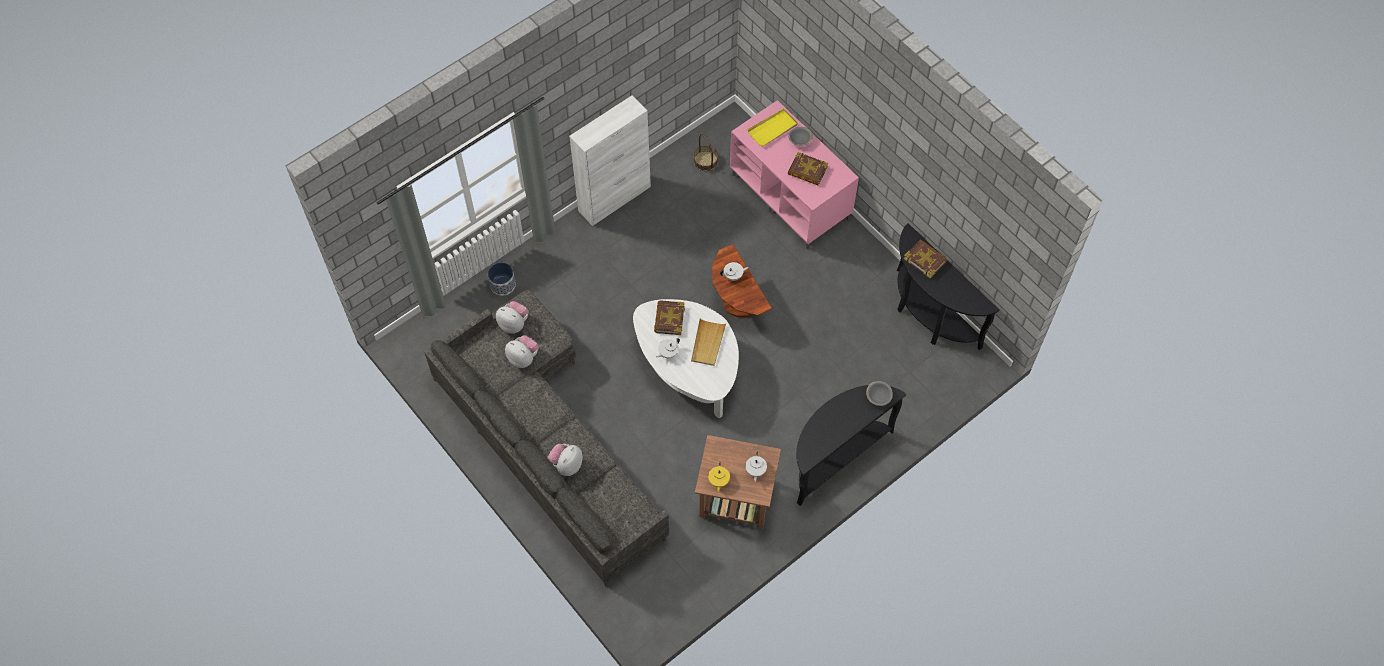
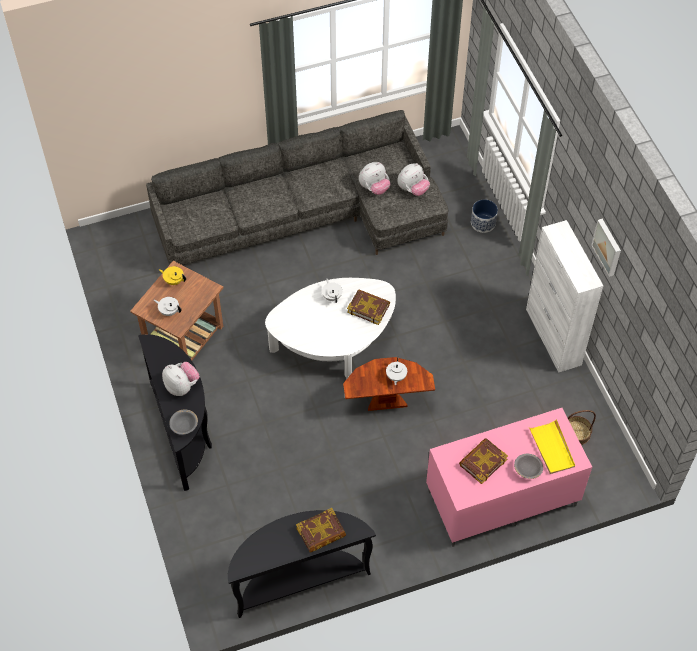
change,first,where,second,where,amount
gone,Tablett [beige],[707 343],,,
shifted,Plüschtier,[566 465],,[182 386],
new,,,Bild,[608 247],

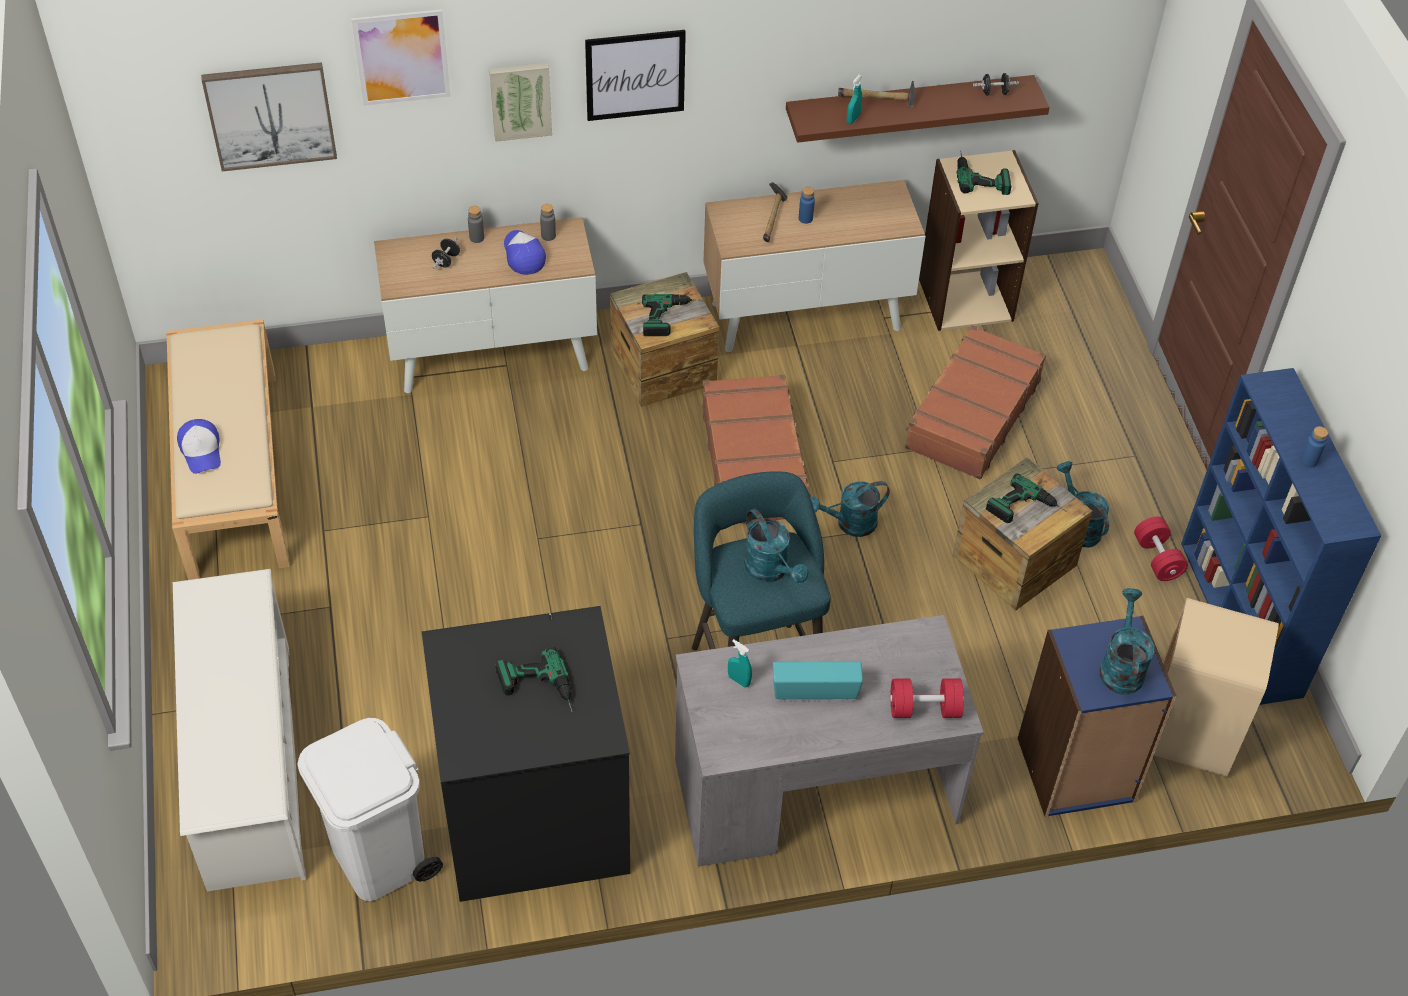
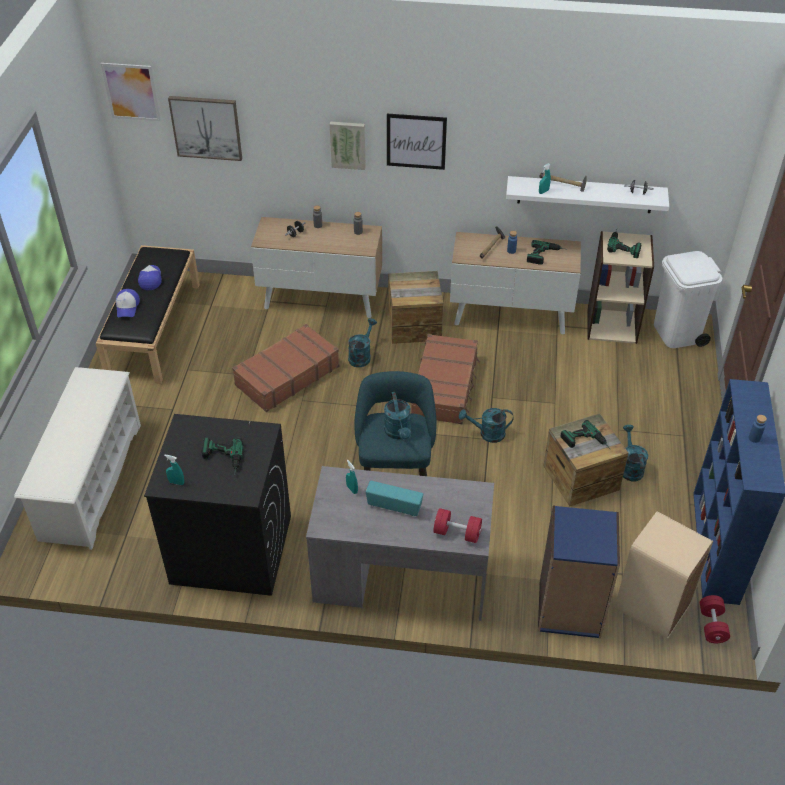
change,first,where,second,where,amount
shifted,Bild,[402 57],,[131 92],
repainted,Wandregal [braun],[908 108],Wandregal [weiß],[585 194],
shifted,Kappe,[523 255],,[150 279],
shifted,Bohrmaschine,[672 317],,[547 255],
repainted,Bank [beige],[232 471],Bank [schwarz],[154 329],
shifted,Koffer [braun],[971 414],,[286 375],
shifted,Hantel [rot],[1157 558],,[712 625],
shifted,Gießkanne [türkis],[1121 665],,[361 356],
shifted,Mülleimer [weiß],[380 858],,[677 333],
new,,,Sprühflasche [türkis],[176 482],

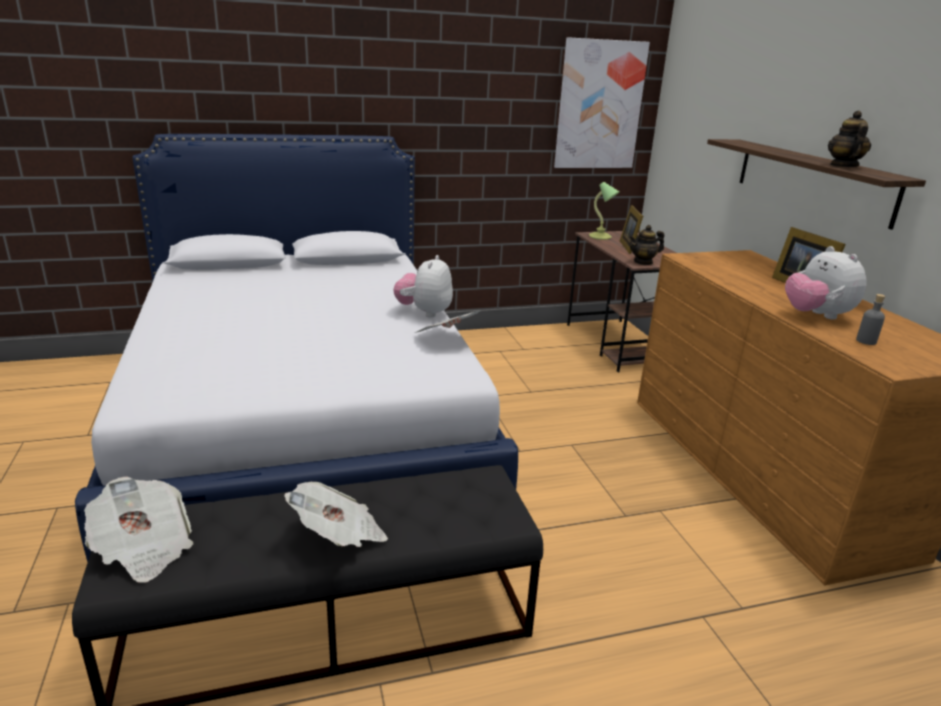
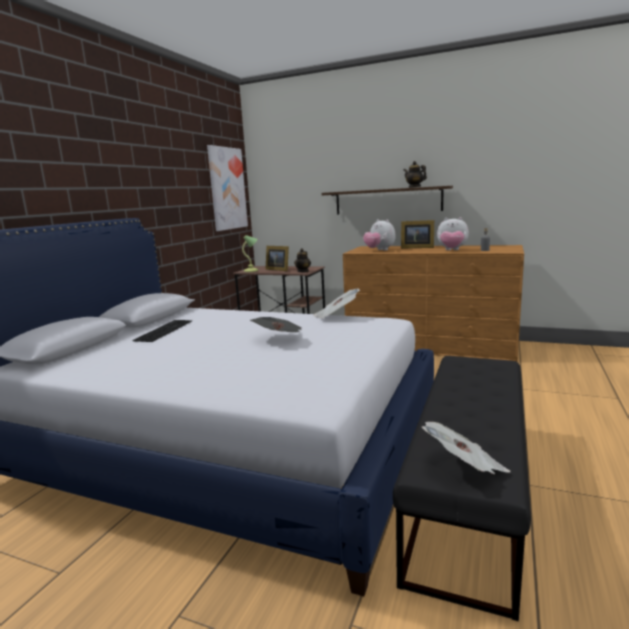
change,first,where,second,where,amount
shifted,Plüschtier,[424 312],,[379 250],
shifted,Zeitung,[339 536],,[279 339],
new,,,Tastatur,[163 330],

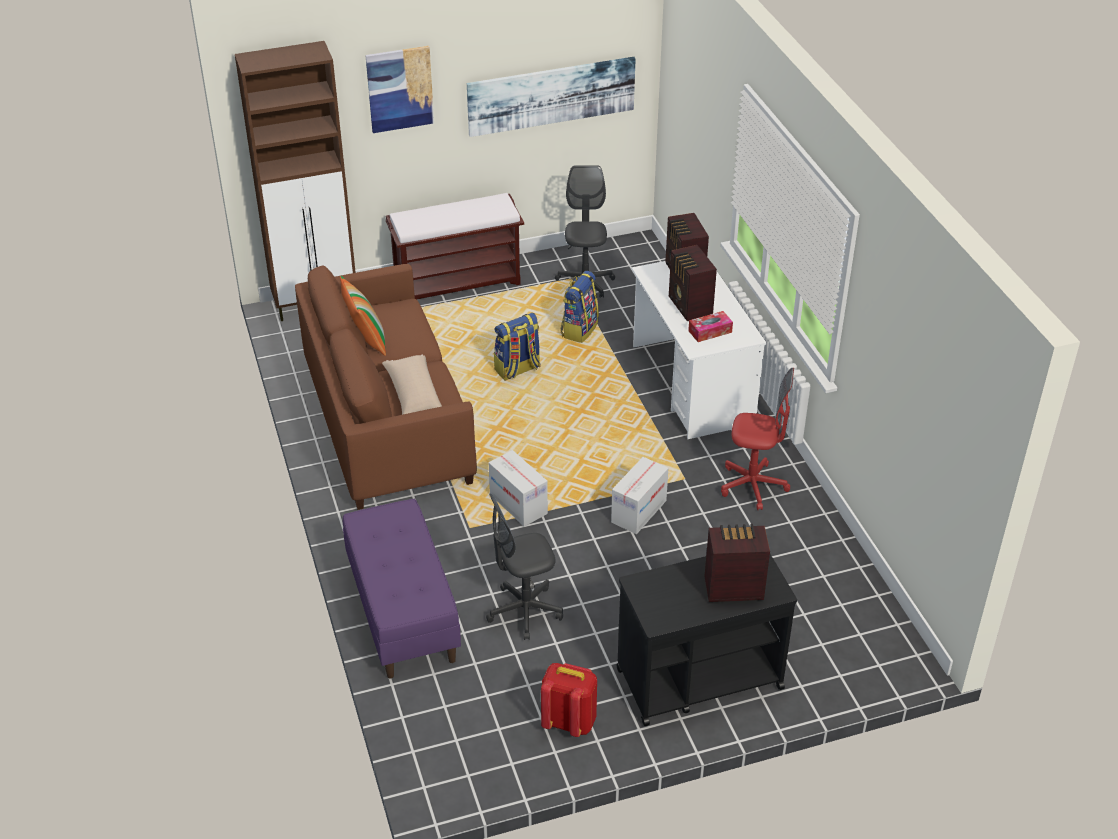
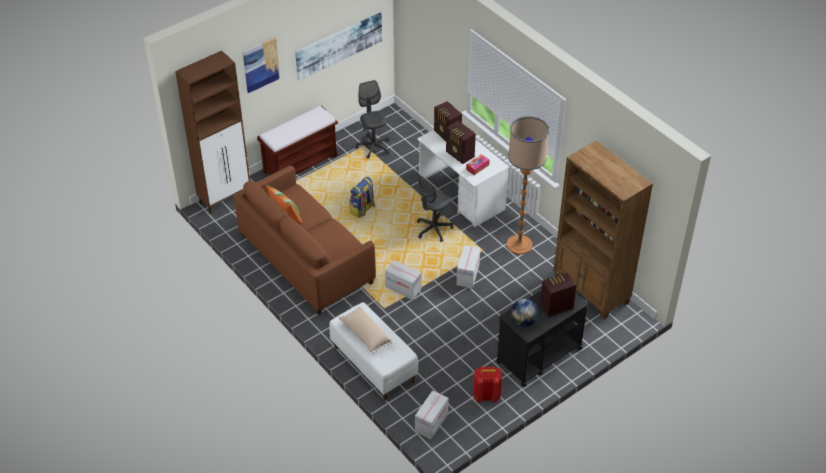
change,first,where,second,where,amount
gone,Rucksack,[579 329],,,
shifted,Kissen [beige],[413 396],,[365 334],
swapped,Bürostuhl [rot],[753 486],Stehlampe,[519 245],
shifted,Bürostuhl [grau],[524 611],,[433 229],
repainted,Bank [lila],[402 612],Bank [weiß],[373 364],
new,,,Bücherregal [braun],[591 290],
new,,,Globus,[523 321],
new,,,Karton,[431 423],

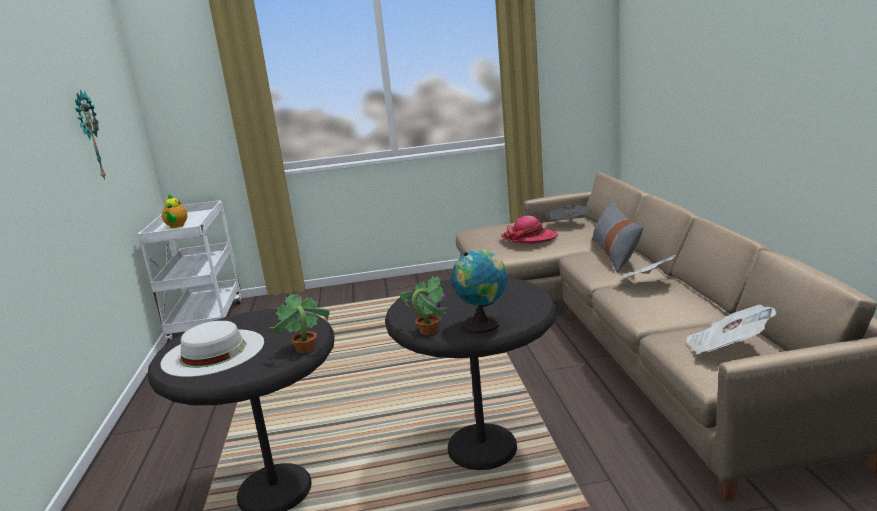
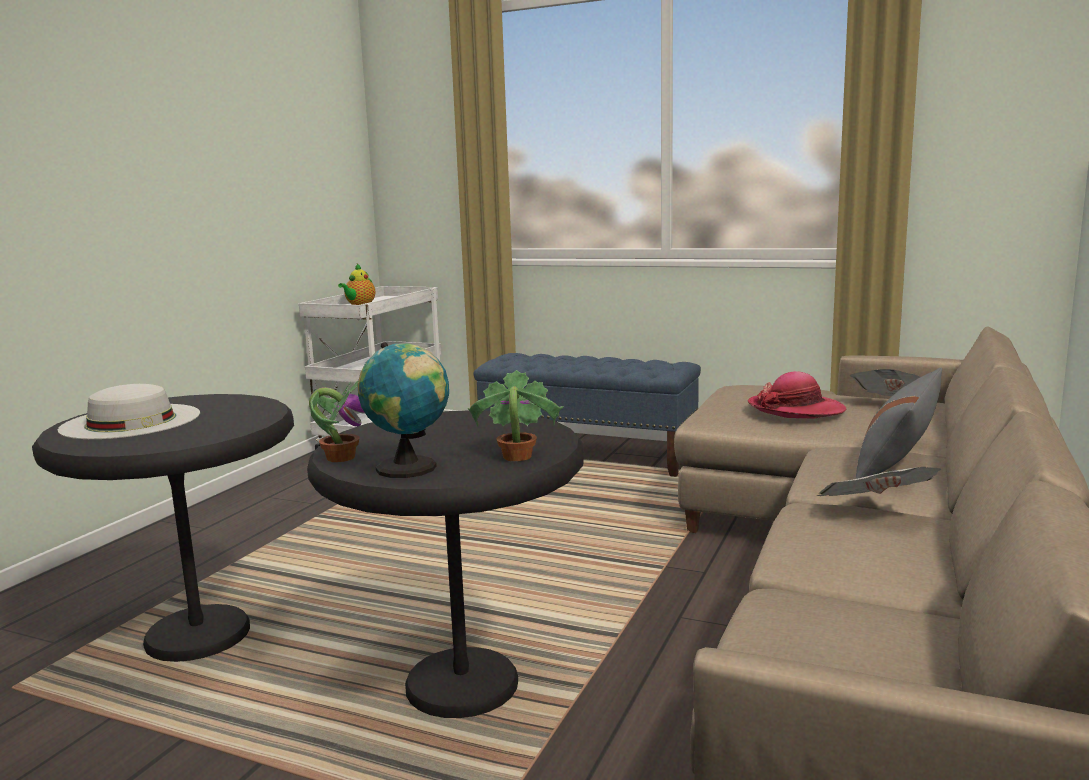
change,first,where,second,where,amount
gone,Wanduhr,[88 136],,,
shifted,Topfpflanze,[305 349],,[516 457],
gone,Zeitung,[726 348],,,
new,,,Bank [blau],[589 456],

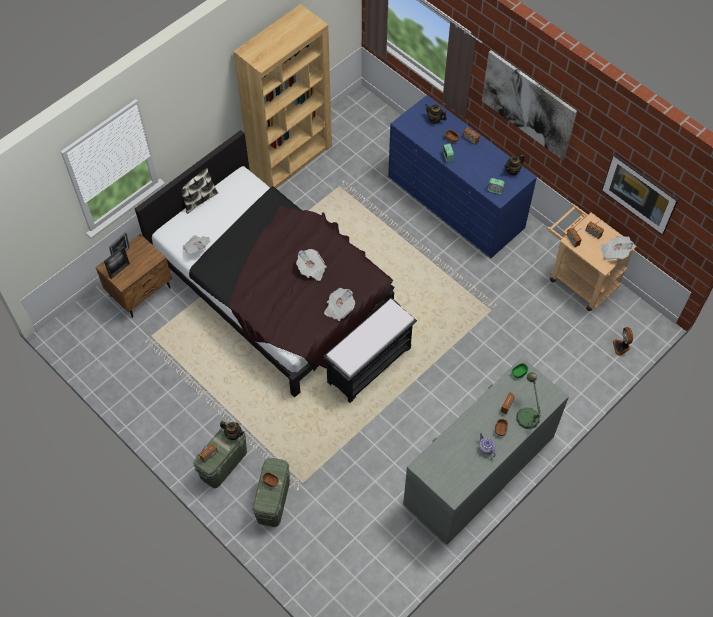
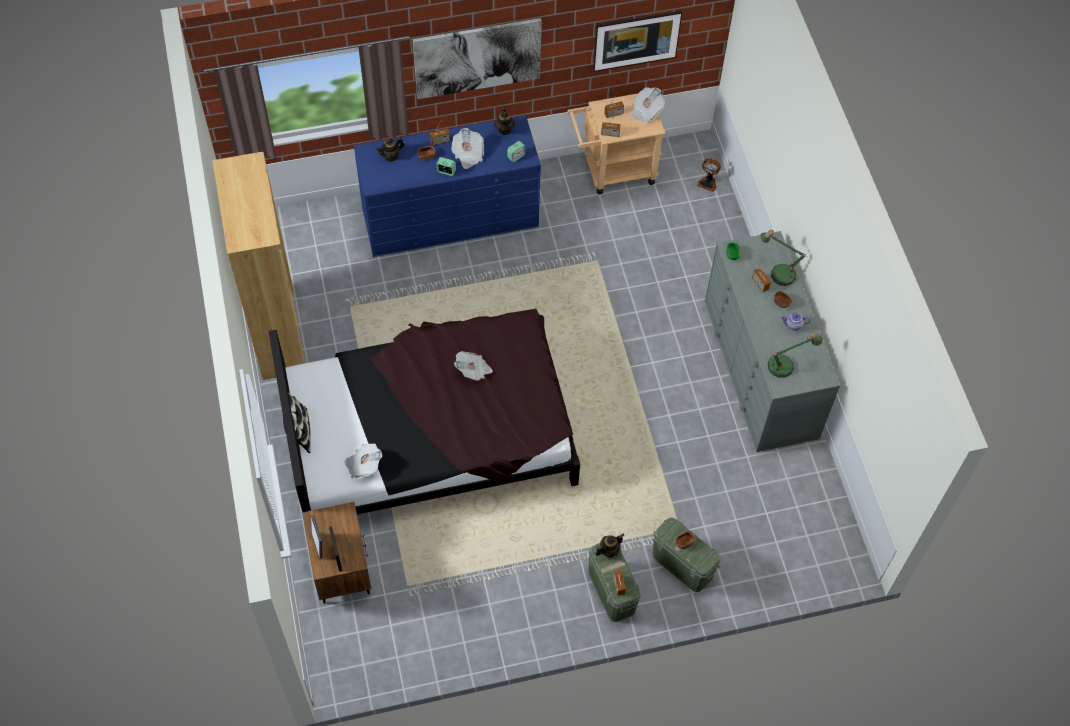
change,first,where,second,where,amount
shifted,Zeitung,[339 308],,[468 154],
gone,Bank [schwarz],[369 364],,,
new,,,Tischlampe,[785 366],

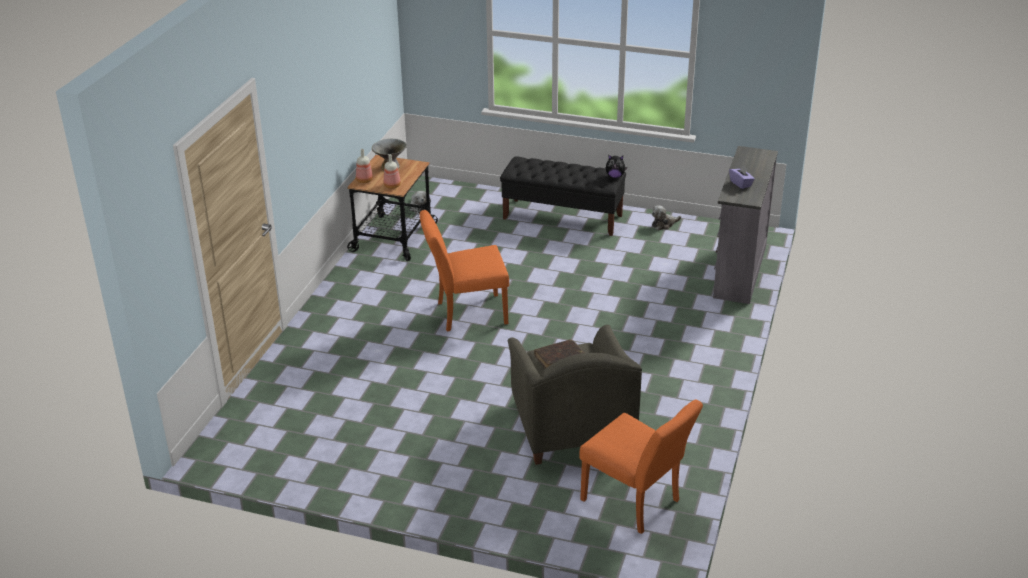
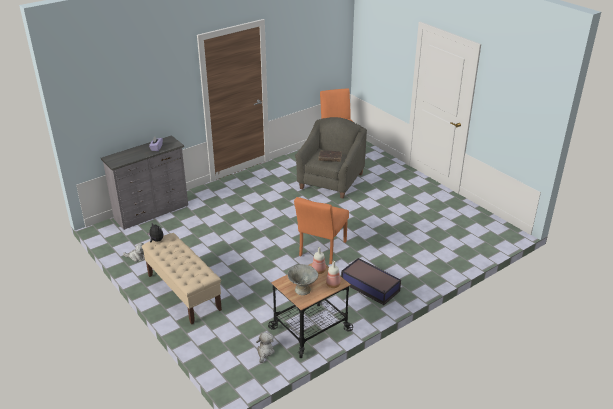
change,first,where,second,where,amount
repainted,Bank [schwarz],[563 217],Bank [beige],[183 292],
rotated,Stuhl [orange],[466 313],,[321 251],90 degrees clockwise
new,,,Aufbewahrungsbox,[370 287],

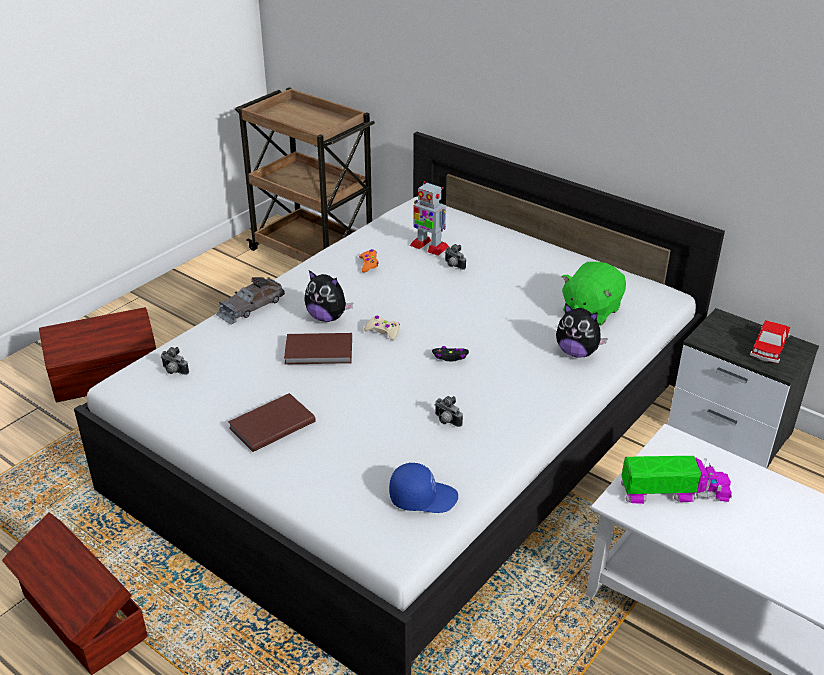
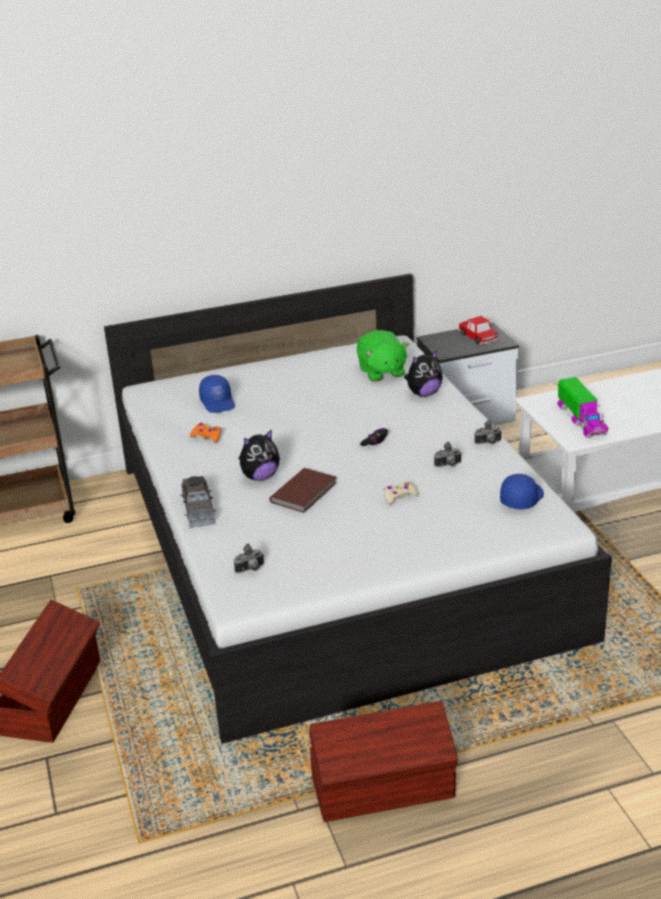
change,first,where,second,where,amount
swapped,Spielzeugroboter,[428 246],Kappe [blau],[218 402],
shifted,Kamera,[453 266],,[488 443],
shifted,Gamepad [beige],[383 331],,[399 496],
gone,Buch [braun],[270 424],,,
rotated,Spielzeuglaster,[674 492],,[581 419],135 degrees clockwise

